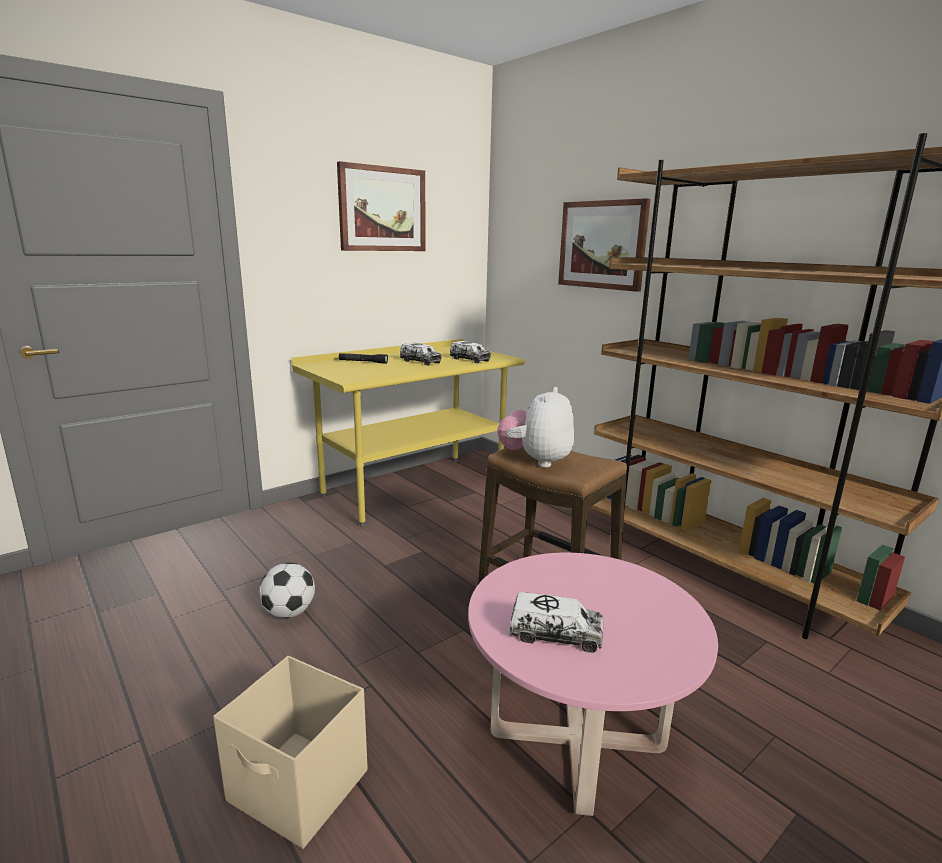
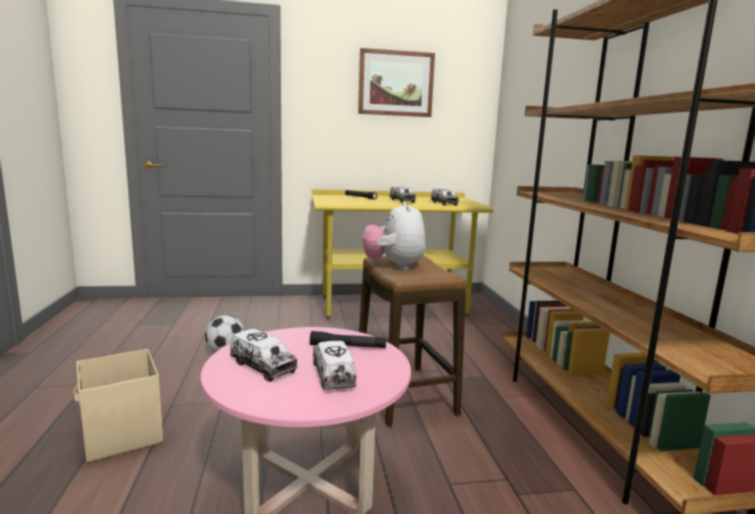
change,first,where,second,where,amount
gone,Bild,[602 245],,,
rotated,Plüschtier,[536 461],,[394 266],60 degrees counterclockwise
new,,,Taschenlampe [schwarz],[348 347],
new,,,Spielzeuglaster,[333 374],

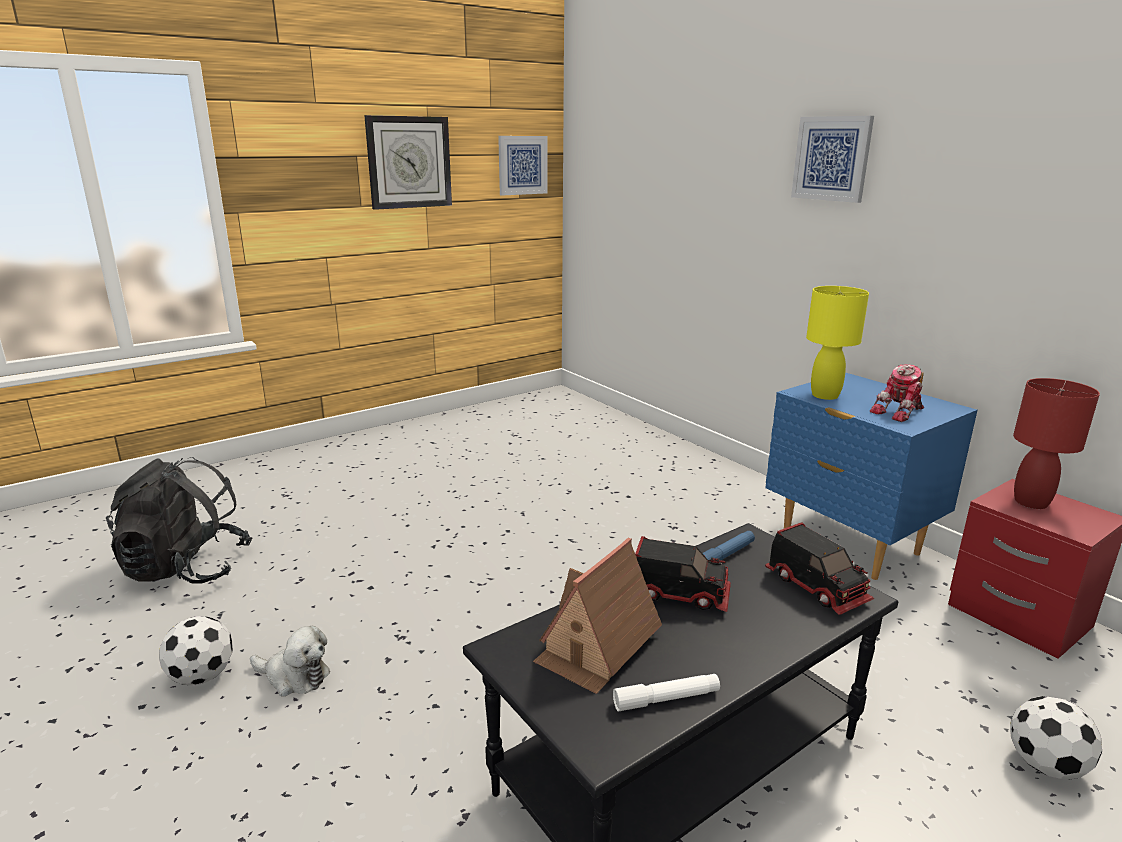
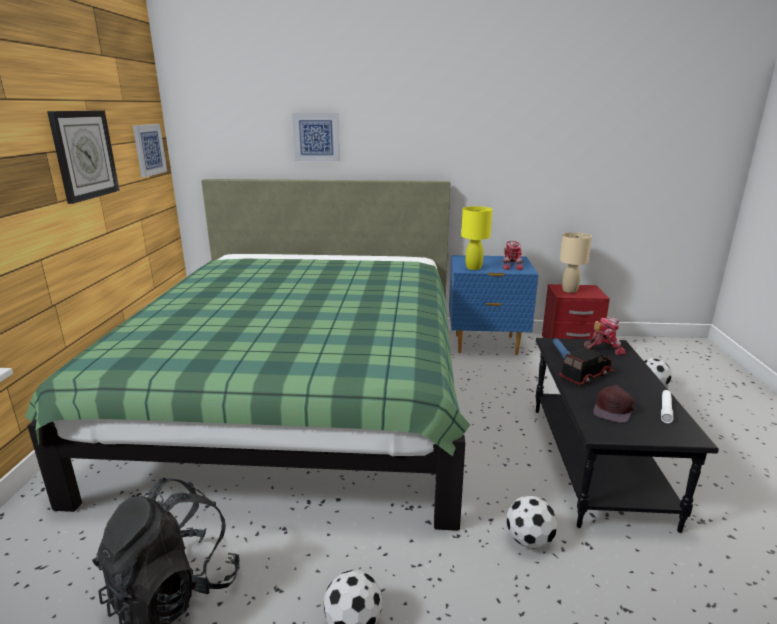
change,first,where,second,where,amount
shifted,Bild,[832 158],,[316 137],
repainted,Tischlampe [rot],[1030 502],Tischlampe [beige],[569 290],
swapped,Spielzeuglaster,[817 587],Spielzeugroboter,[604 348],
swapped,Spielzeughaus,[597 645],Kappe [braun],[614 409],
gone,Plüschtier,[294 676],,,
new,,,Bett [grün],[301 397],
new,,,Fußball,[529 540],

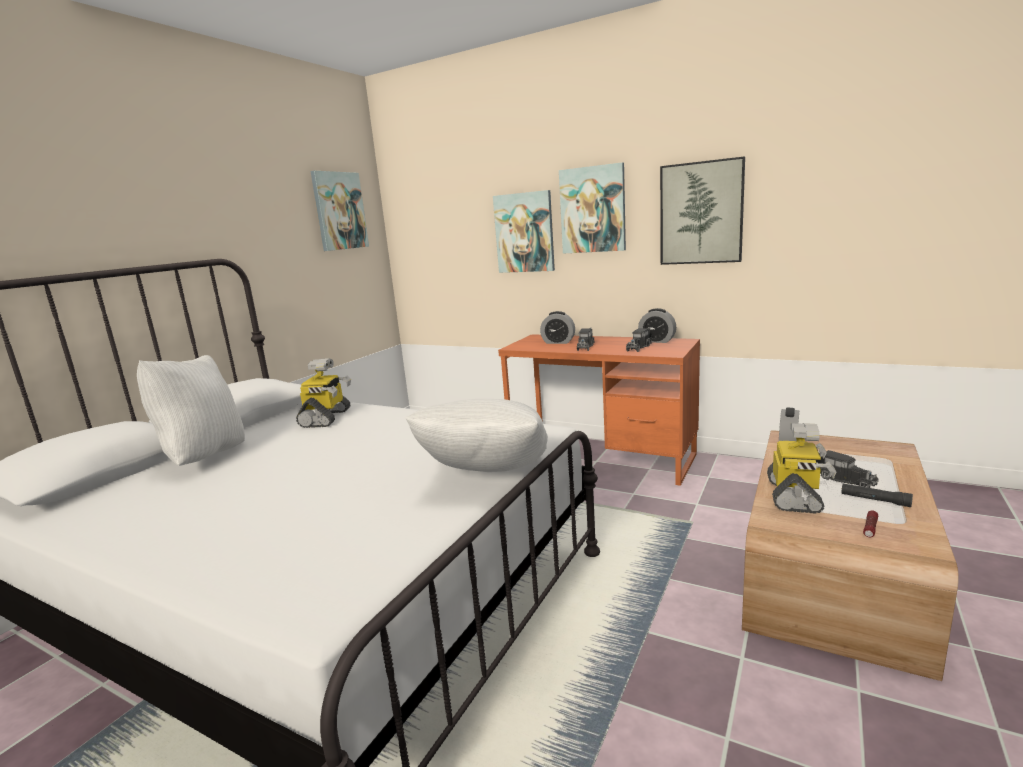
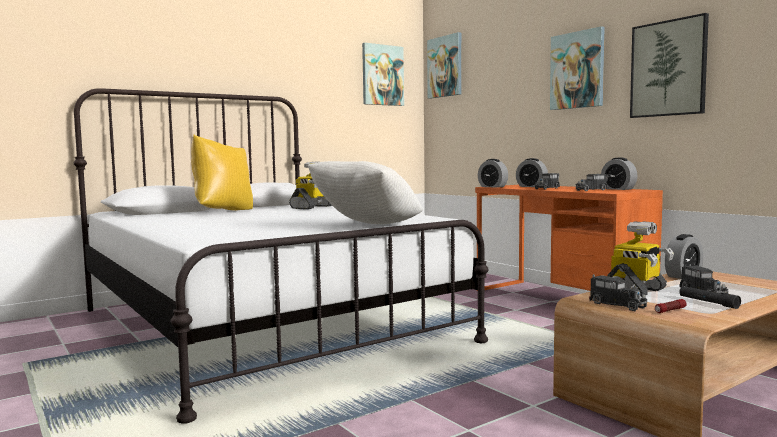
change,first,where,second,where,amount
shifted,Bild,[524 232],,[445 66],
repainted,Kissen [weiß],[204 457],Kissen [gelb],[223 211],
new,,,Wecker,[492 187],
new,,,Spielzeuglaster,[615 304],

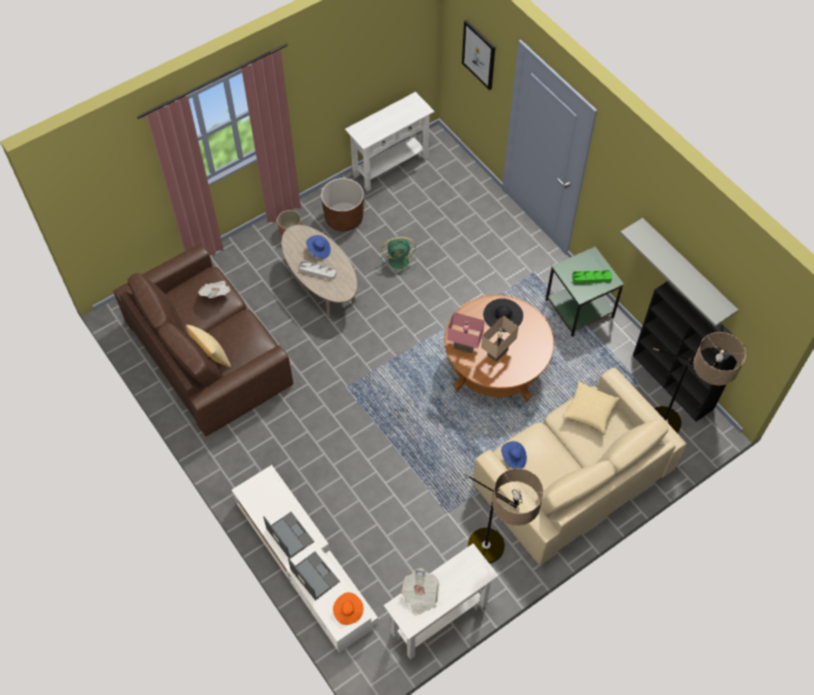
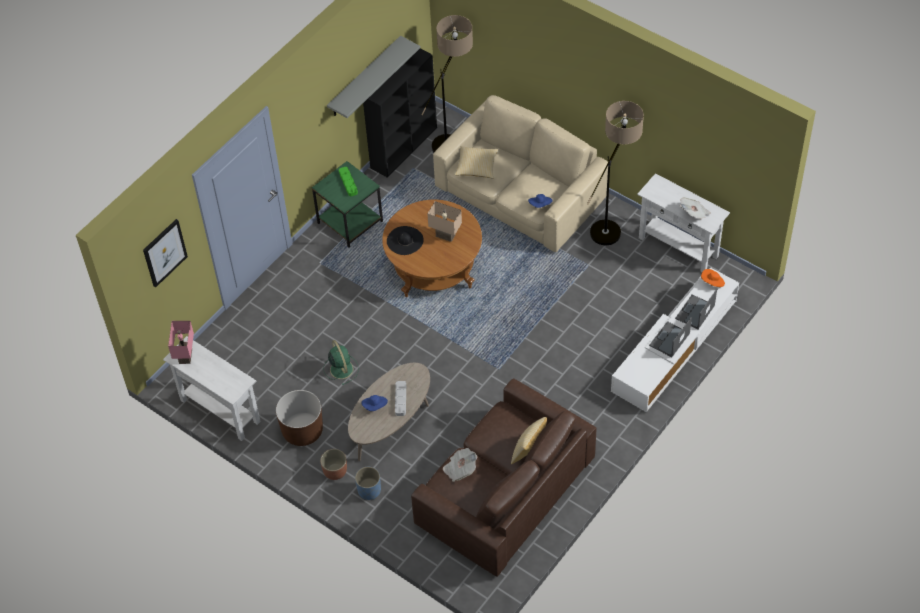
change,first,where,second,where,amount
shifted,Tischlampe [rosa],[465 345],,[184 356],
new,,,Pflanzkübel [blau],[369 490],

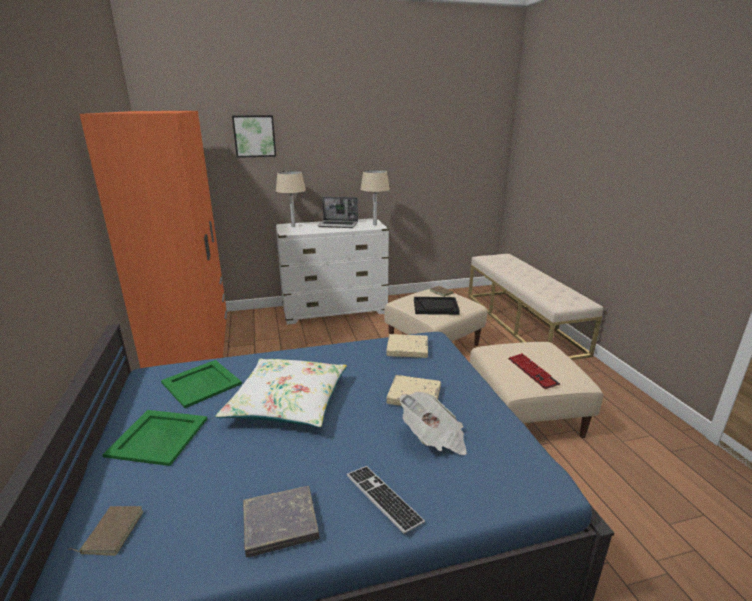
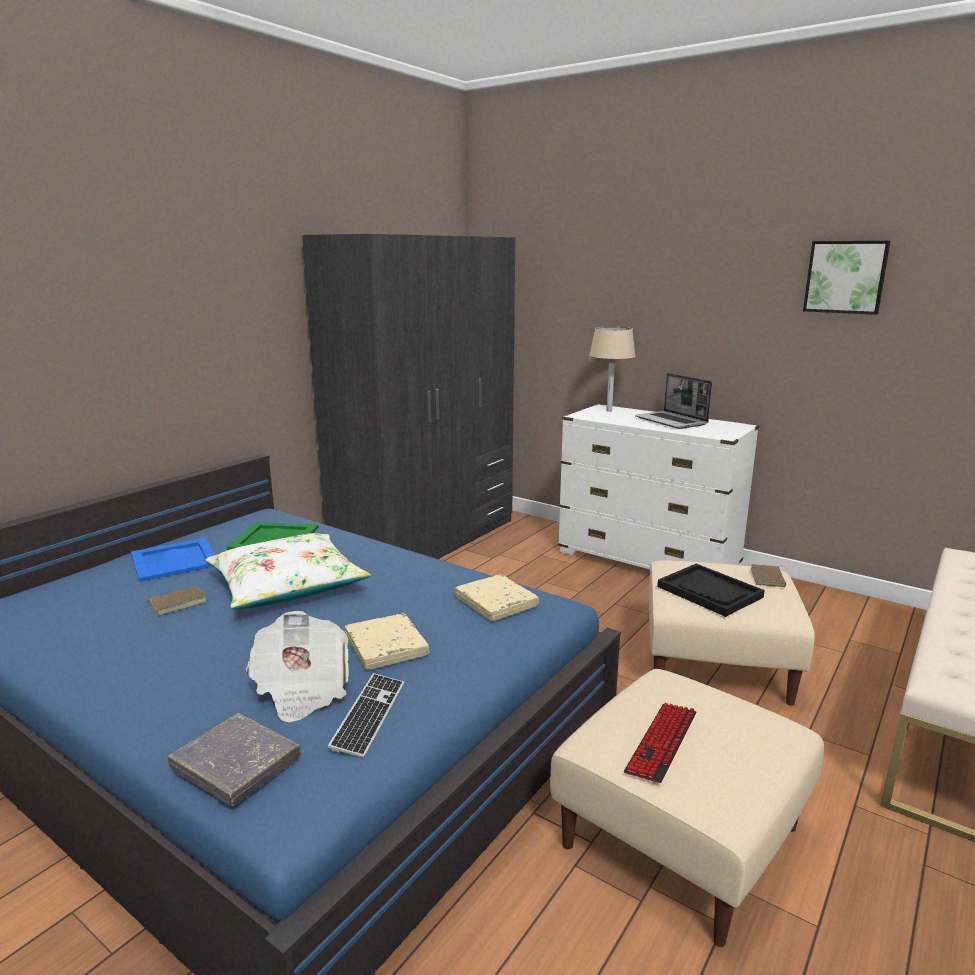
change,first,where,second,where,amount
repainted,Kleiderschrank [orange],[195 353],Kleiderschrank [grau],[427 542],
shifted,Bild,[254 136],,[845 277],
gone,Tischlampe [beige],[375 224],,,
repainted,Tablett [grün],[158 437],Tablett [blau],[174 560],
shifted,Tastatur,[383 499],,[369 716],
shifted,Buch [grau],[280 524],,[236 764],
shifted,Buch [braun],[111 532],,[177 602],

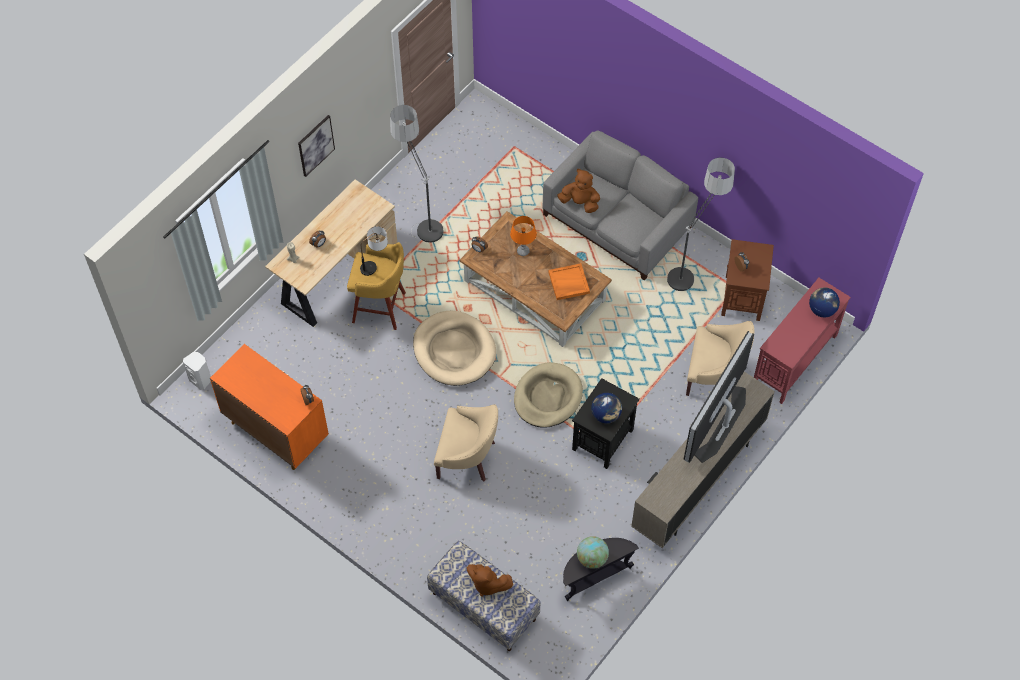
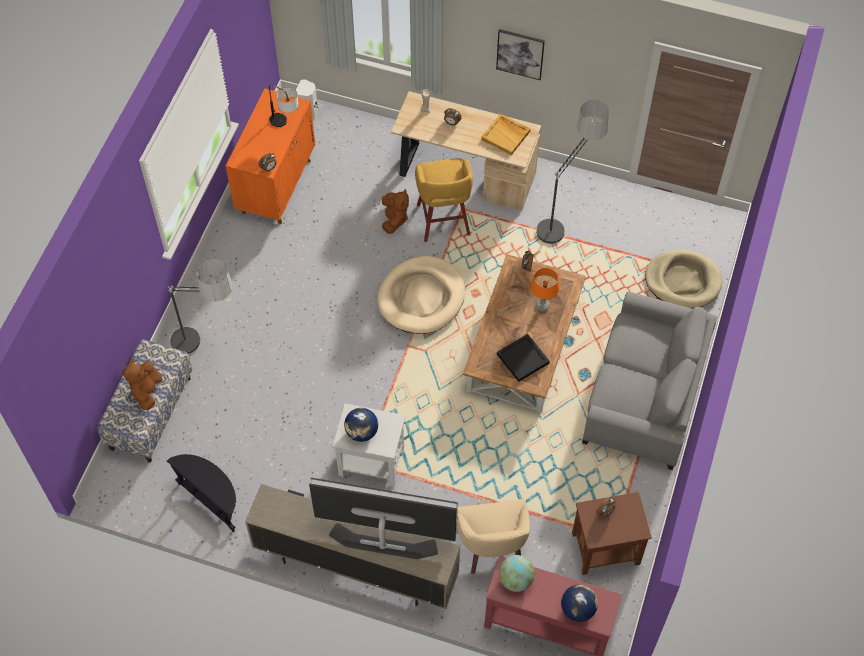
change,first,where,second,where,amount
shifted,Stehlampe,[692 265],,[208 347],
shifted,Plüschtier [braun],[580 202],,[394 219],
shifted,Tischlampe,[375 264],,[285 124],
repainted,Tablett [orange],[568 283],Tablett [schwarz],[522 358],
shifted,Hundebett [beige],[547 397],,[682 281],
repainted,Beistelltisch [schwarz],[602 440],Beistelltisch [weiß],[370 461],
gone,Sessel [beige],[467 457],,,
shifted,Globus,[592 558],,[515 579],
new,,,Tablett [beige],[506 135],

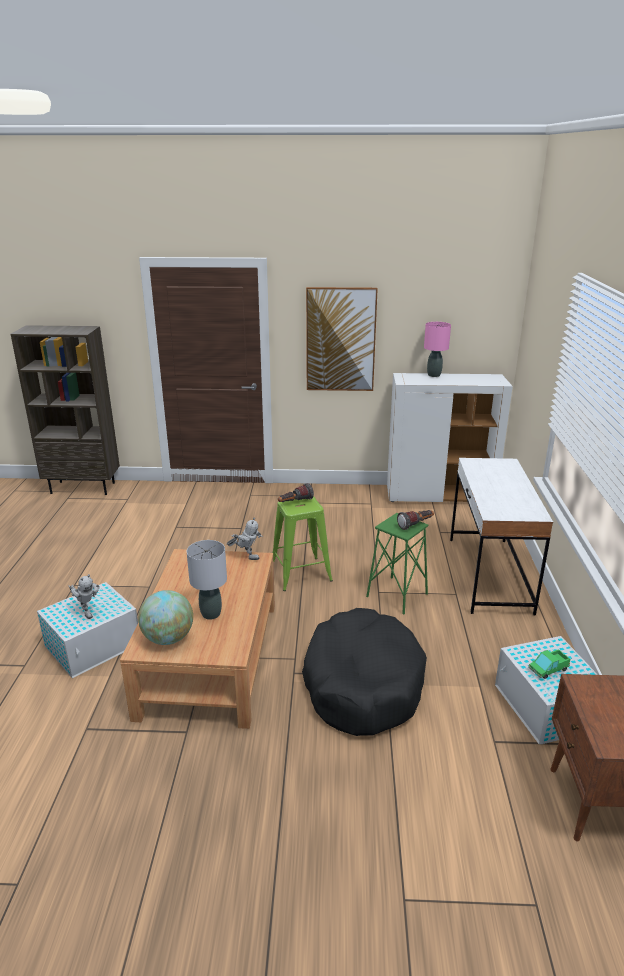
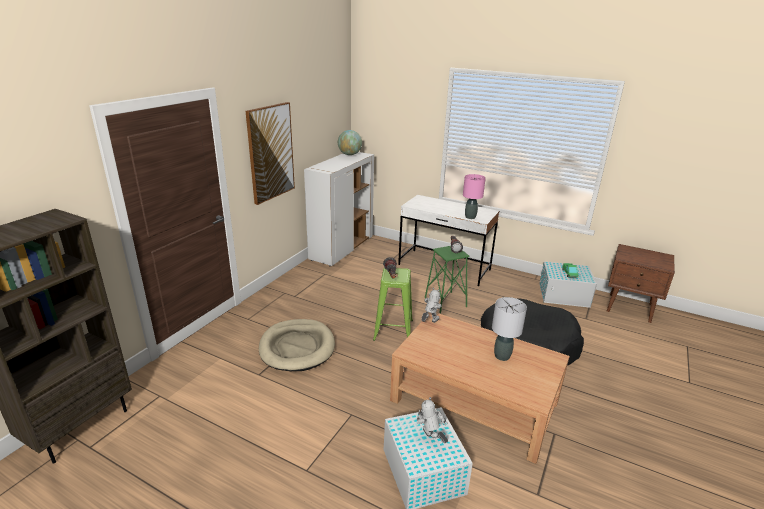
change,first,where,second,where,amount
shifted,Tischlampe [rosa],[434 375],,[470 217],
rotated,Spielzeugroboter,[87 611],,[430 439],105 degrees counterclockwise
shifted,Globus,[168 638],,[349 154],
new,,,Hundebett [beige],[297 347],

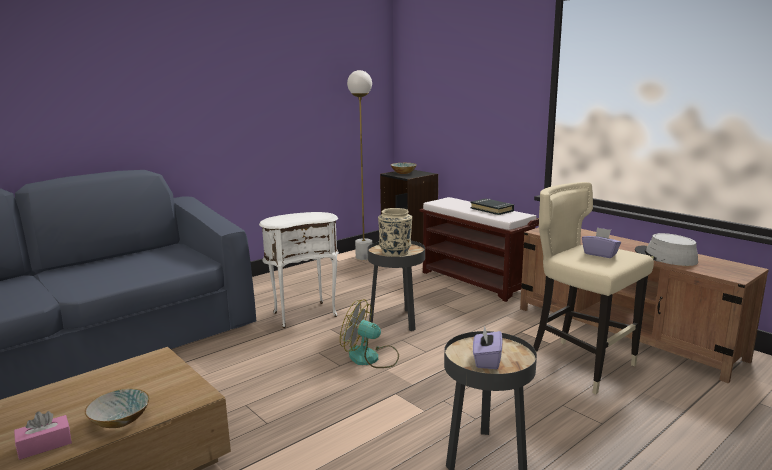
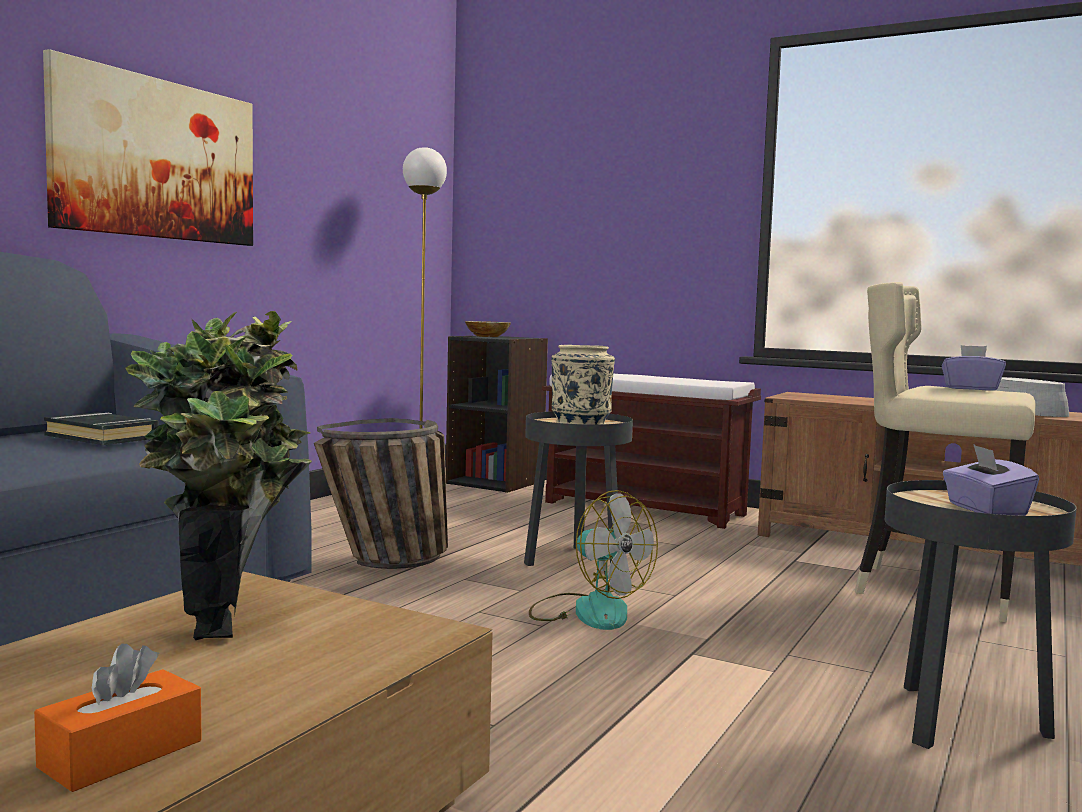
change,first,where,second,where,amount
shifted,Buch [schwarz],[492 209],,[102 437],
swapped,Beistelltisch [weiß],[303 314],Korb,[387 563],
rotated,Ventilator,[371 358],,[588 611],135 degrees counterclockwise
gone,Schüssel,[121 420],,,
repainted,Taschentuchbox [rosa],[45 445],Taschentuchbox [orange],[121 754],
new,,,Bild,[157 159],
new,,,Topfpflanze,[228 616],

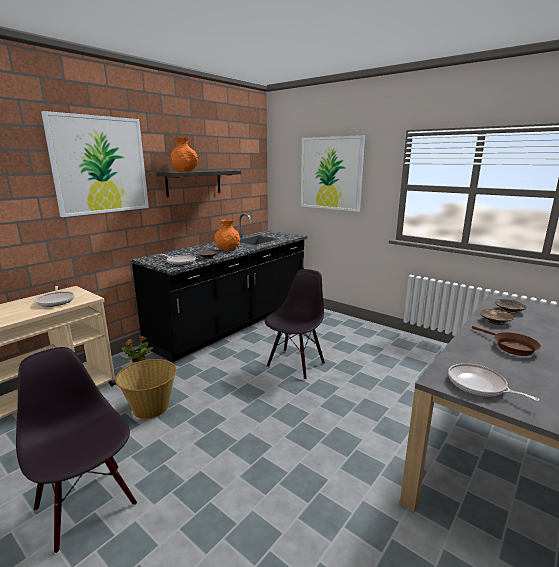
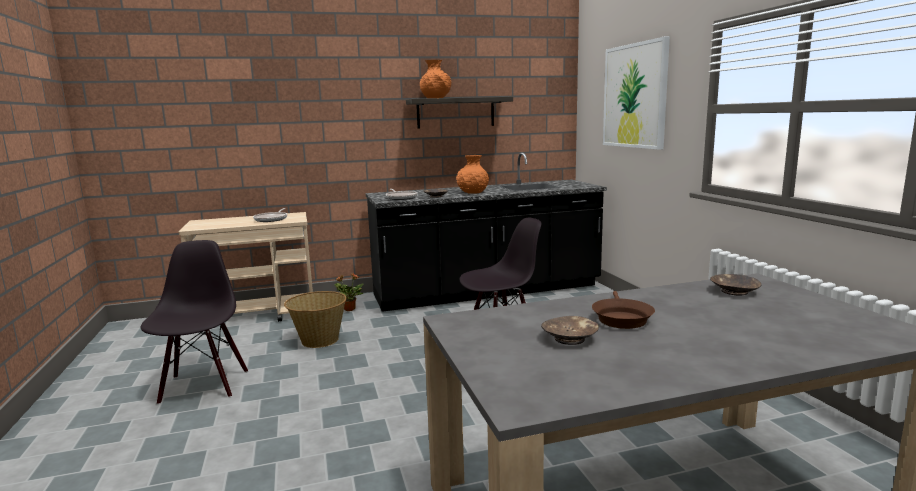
change,first,where,second,where,amount
gone,Bild,[100 165],,,
shifted,Schüssel [braun],[496 321],,[570 338],
gone,Pfanne,[479 385],,,

